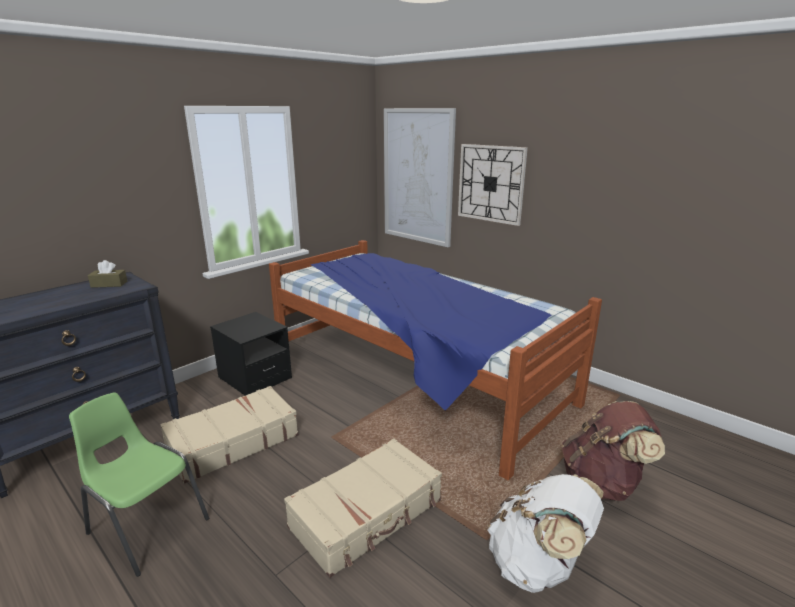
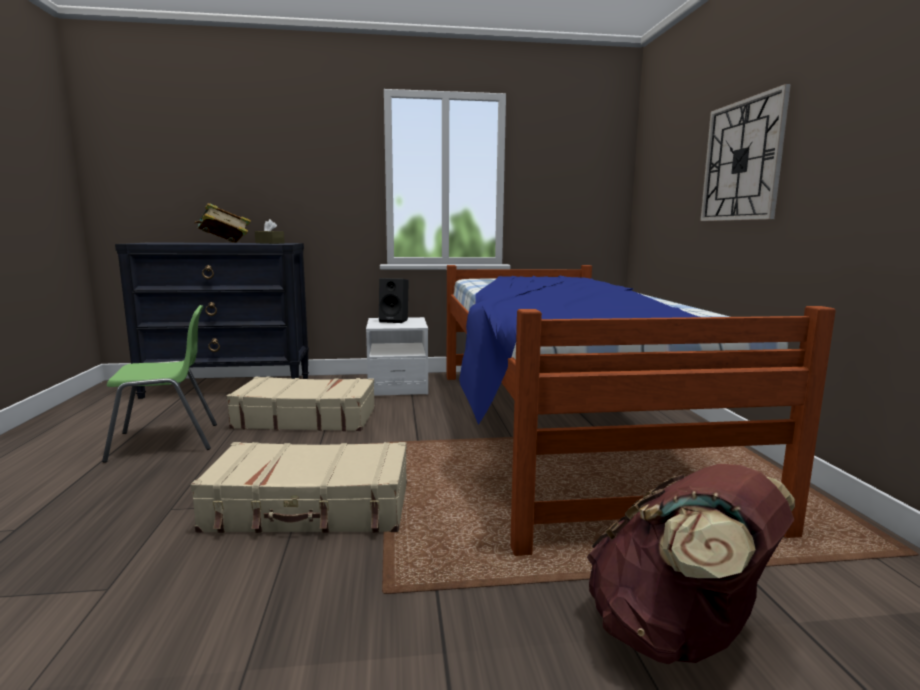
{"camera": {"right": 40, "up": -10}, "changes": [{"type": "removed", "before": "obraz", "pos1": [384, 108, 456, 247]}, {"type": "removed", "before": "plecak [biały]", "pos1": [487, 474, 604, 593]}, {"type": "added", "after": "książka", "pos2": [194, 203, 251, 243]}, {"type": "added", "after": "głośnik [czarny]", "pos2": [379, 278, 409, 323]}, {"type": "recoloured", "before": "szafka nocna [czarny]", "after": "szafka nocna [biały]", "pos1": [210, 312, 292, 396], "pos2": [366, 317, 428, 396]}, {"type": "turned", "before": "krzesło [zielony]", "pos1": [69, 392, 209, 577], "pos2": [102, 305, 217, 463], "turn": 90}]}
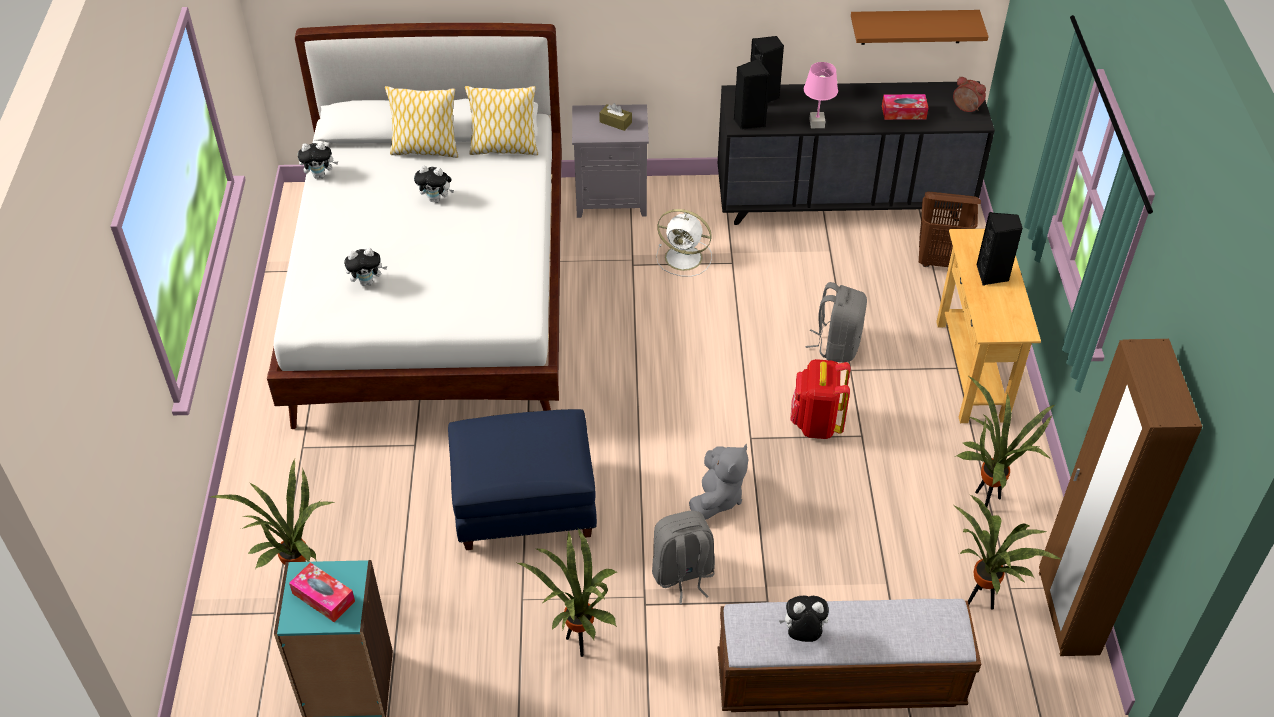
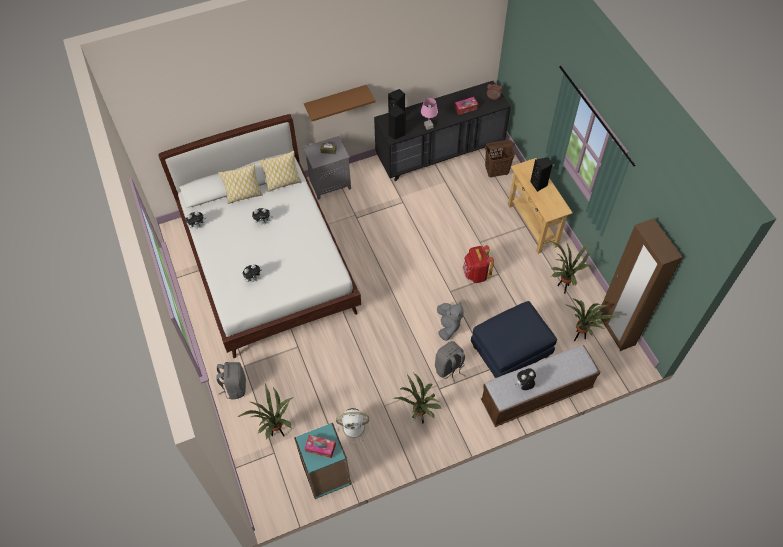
{"camera": {"right": -20, "up": 10}, "changes": [{"type": "moved", "before": "pufa [niebieski]", "pos1": [448, 409, 597, 550], "pos2": [471, 301, 557, 378]}, {"type": "moved", "before": "wentylator [biały]", "pos1": [656, 209, 712, 277], "pos2": [336, 408, 370, 442]}, {"type": "moved", "before": "plecak [szary]", "pos1": [805, 282, 867, 363], "pos2": [217, 362, 246, 400]}, {"type": "moved", "before": "półka [brązowy]", "pos1": [851, 10, 989, 45], "pos2": [304, 85, 376, 121]}]}
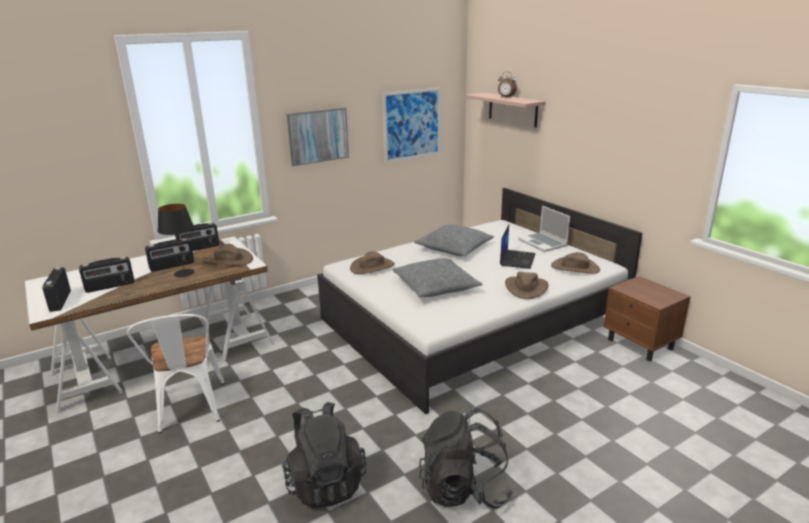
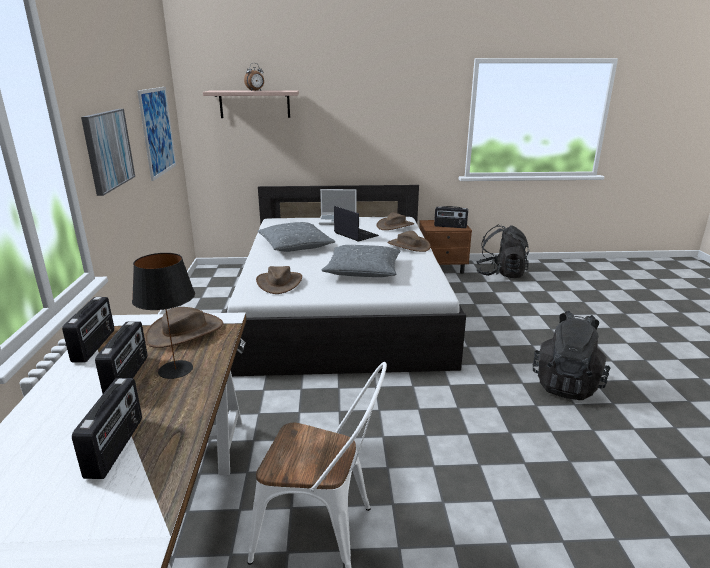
{"camera": {"right": -60, "up": 0}, "changes": [{"type": "moved", "before": "radio", "pos1": [42, 267, 71, 312], "pos2": [434, 206, 468, 228]}, {"type": "moved", "before": "plecak [czarny]", "pos1": [282, 402, 366, 509], "pos2": [476, 225, 530, 278]}]}
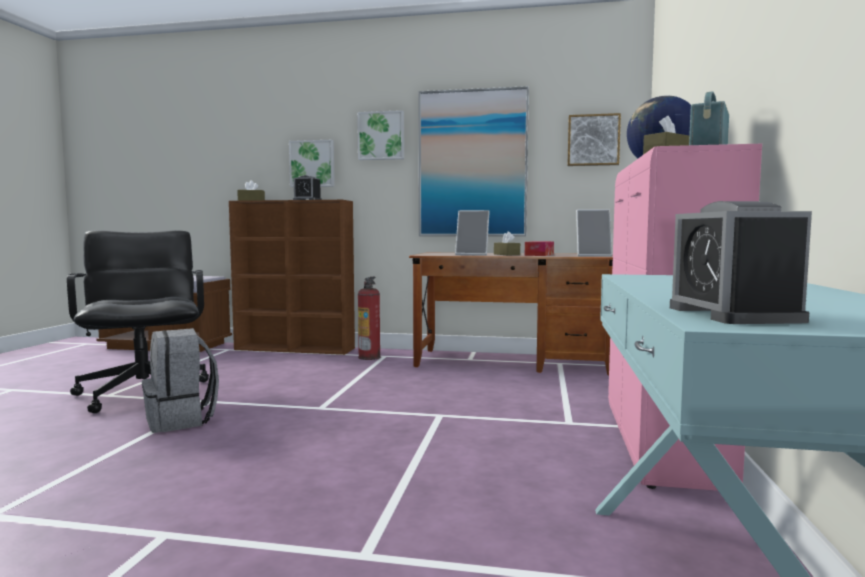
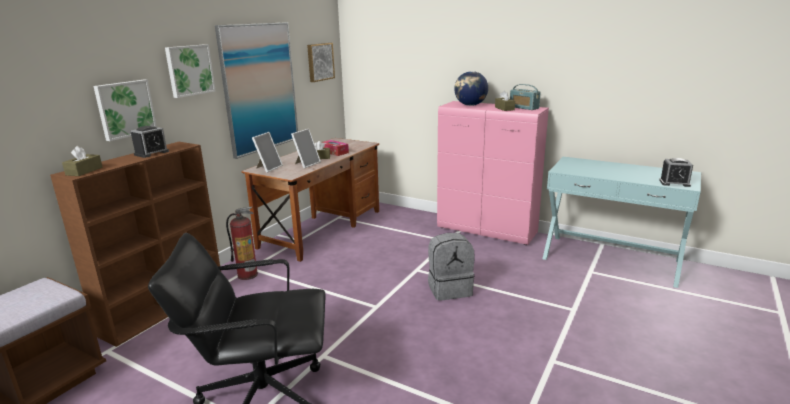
{"camera": {"right": -70, "up": 15}, "changes": [{"type": "moved", "before": "plecak [szary]", "pos1": [142, 328, 219, 433], "pos2": [428, 233, 475, 301]}, {"type": "moved", "before": "ramka na zdjęcie", "pos1": [576, 209, 612, 256], "pos2": [252, 132, 283, 173]}]}
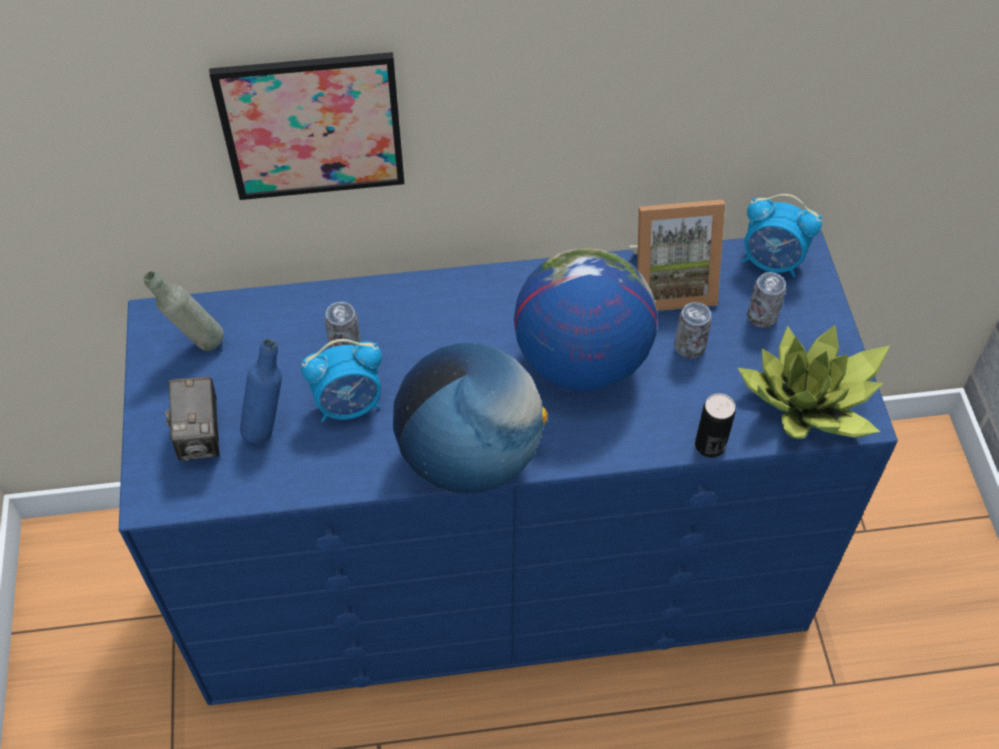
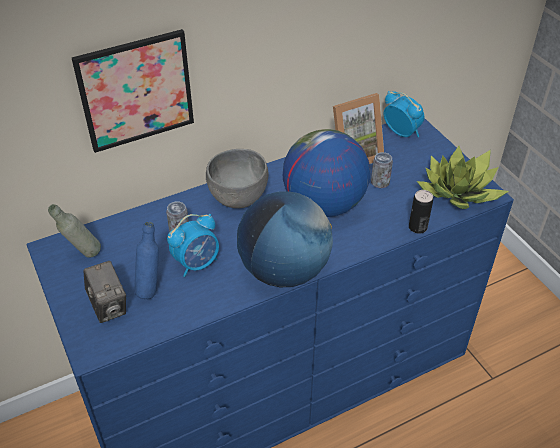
{"camera": {"right": -20, "up": -10}, "changes": [{"type": "removed", "before": "puszka", "pos1": [747, 272, 786, 328]}, {"type": "added", "after": "miska [szary]", "pos2": [206, 149, 268, 208]}, {"type": "turned", "before": "budzik", "pos1": [741, 194, 822, 277], "pos2": [383, 91, 424, 137], "turn": -135}]}
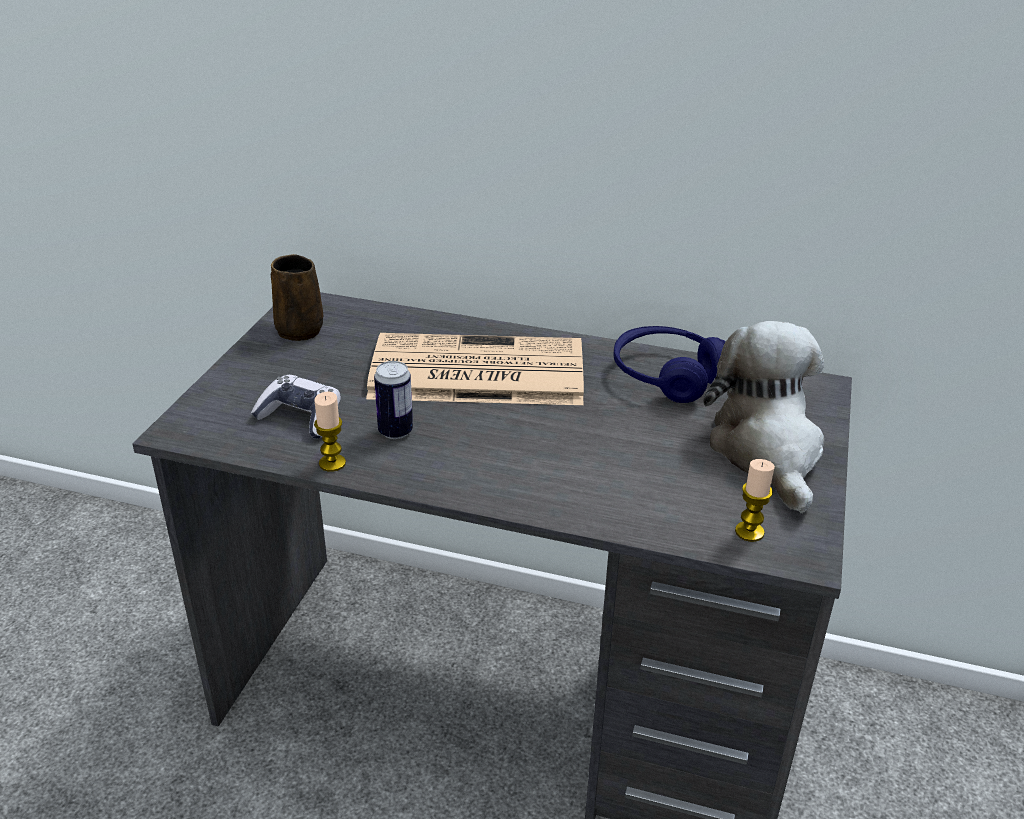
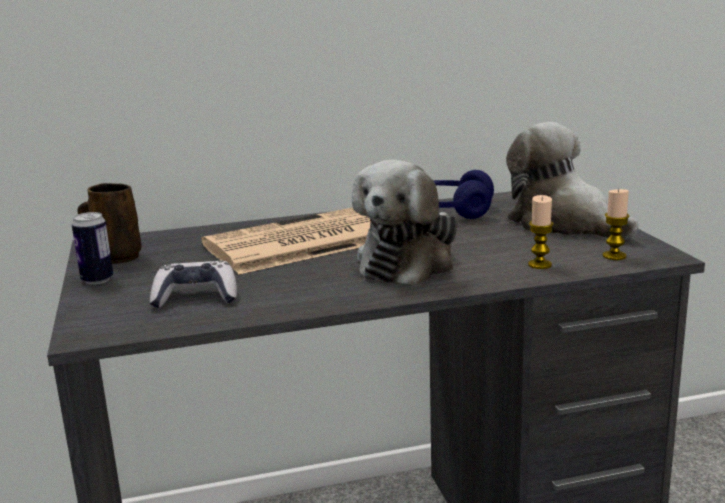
{"camera": {"right": -30, "up": -15}, "changes": [{"type": "added", "after": "pluszak", "pos2": [352, 160, 458, 286]}, {"type": "moved", "before": "świeca", "pos1": [314, 392, 346, 472], "pos2": [528, 195, 554, 269]}, {"type": "moved", "before": "puszka", "pos1": [374, 361, 413, 439], "pos2": [72, 212, 113, 285]}]}
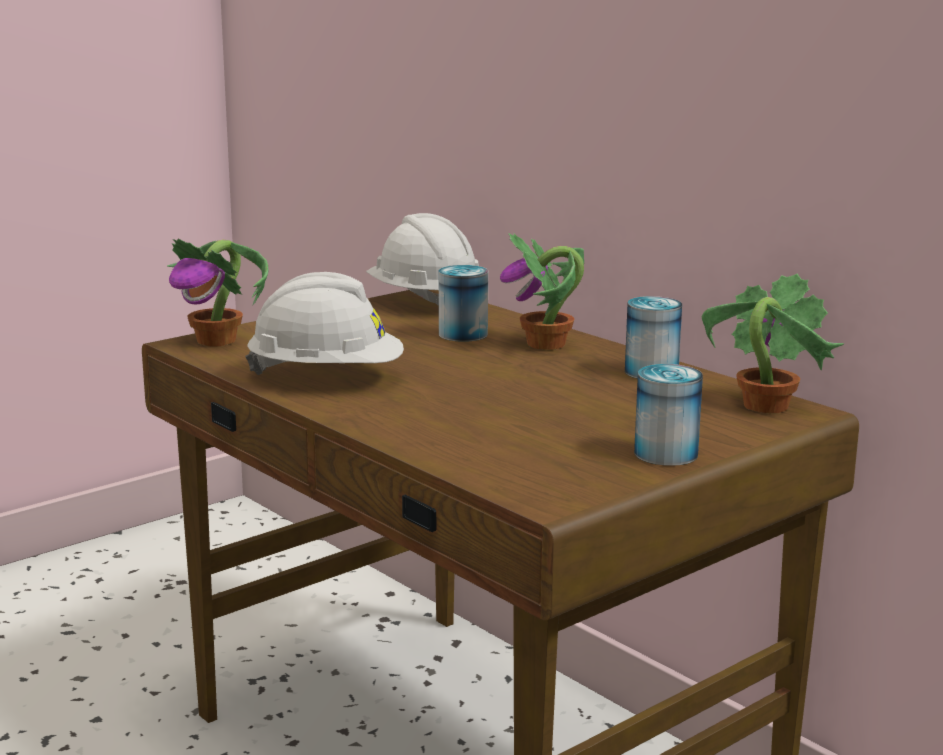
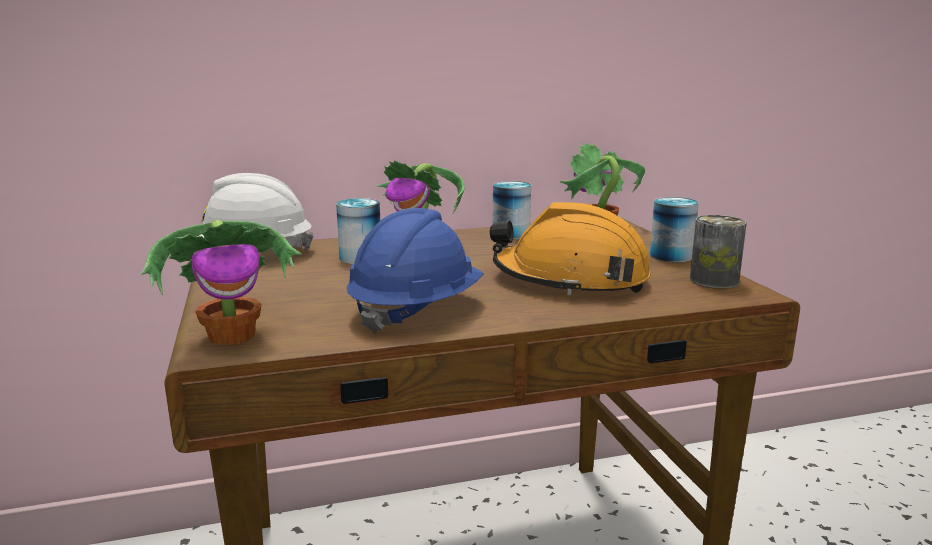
{"camera": {"right": -65, "up": 0}, "changes": [{"type": "added", "after": "kask [pomarańczowy]", "pos2": [490, 202, 651, 295]}, {"type": "added", "after": "puszka", "pos2": [690, 215, 747, 289]}, {"type": "recoloured", "before": "kask [biały]", "after": "kask [niebieski]", "pos1": [245, 272, 404, 375], "pos2": [347, 208, 484, 334]}]}
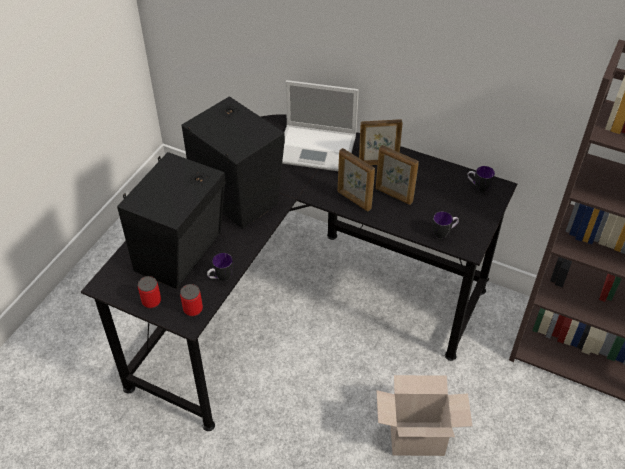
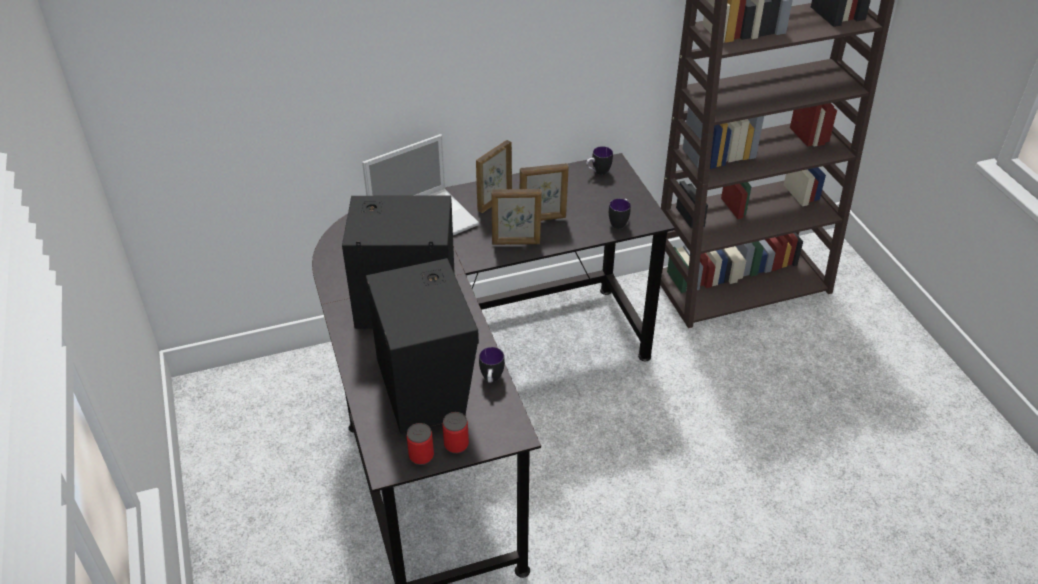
{"camera": {"right": -45, "up": -5}, "changes": [{"type": "removed", "before": "karton", "pos1": [376, 375, 472, 456]}, {"type": "moved", "before": "puszka", "pos1": [180, 284, 203, 317], "pos2": [407, 423, 434, 465]}]}
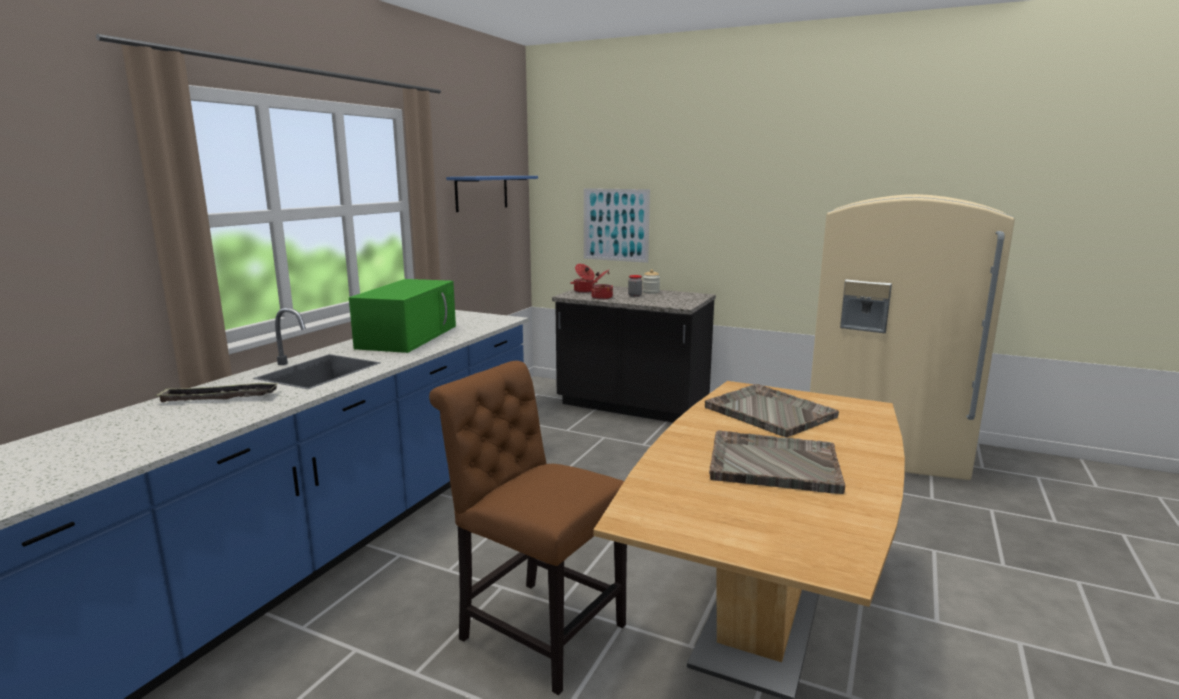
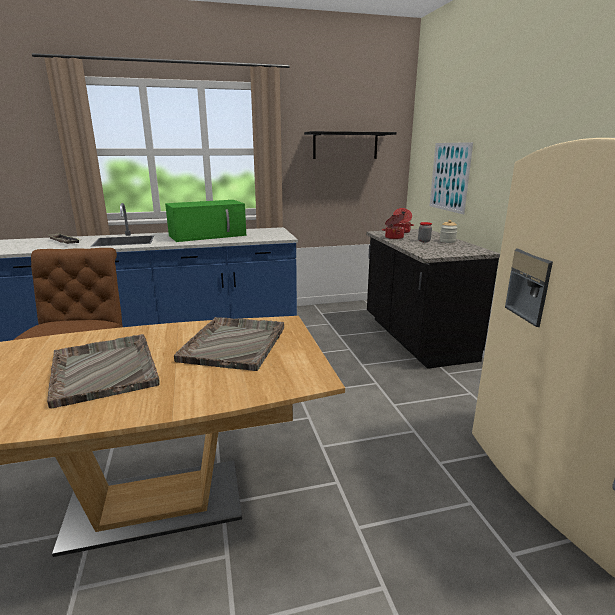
{"camera": {"right": 50, "up": 5}, "changes": [{"type": "recoloured", "before": "półka [niebieski]", "after": "półka [czarny]", "pos1": [446, 176, 538, 212], "pos2": [304, 131, 397, 159]}]}
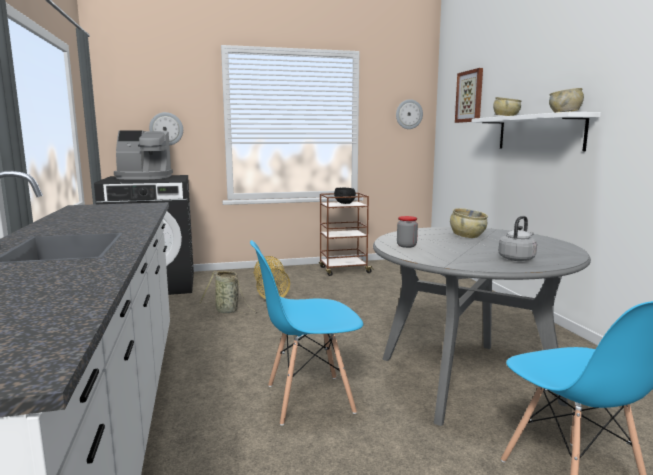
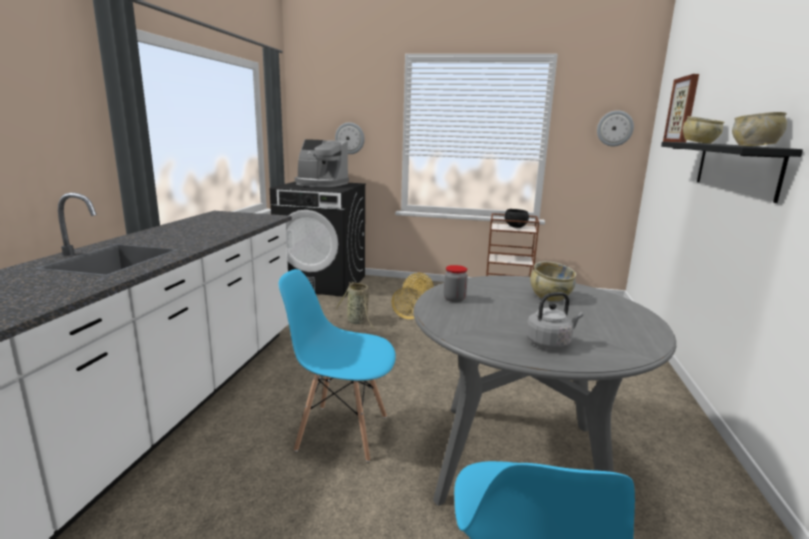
{"camera": {"right": 25, "up": 5}, "changes": [{"type": "recoloured", "before": "półka [biały]", "after": "półka [czarny]", "pos1": [472, 112, 601, 151], "pos2": [661, 142, 803, 203]}]}
